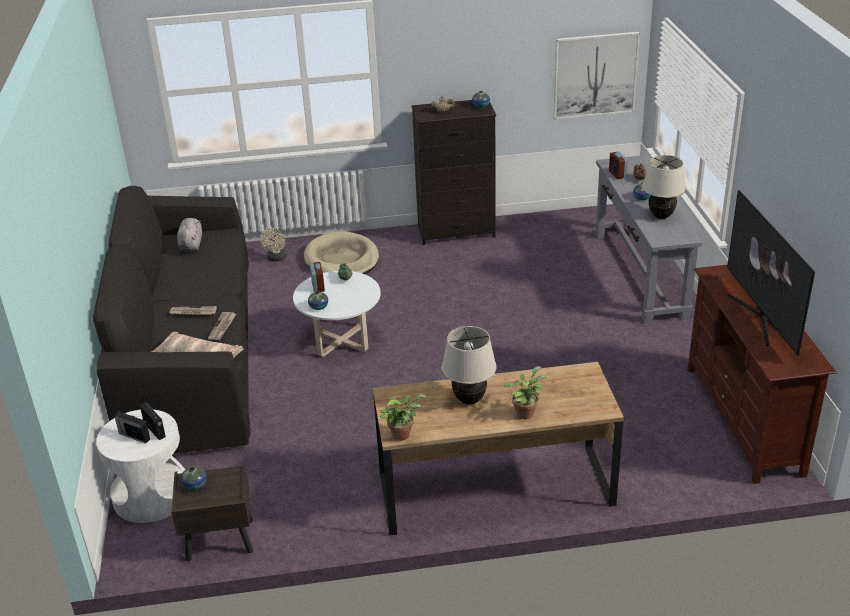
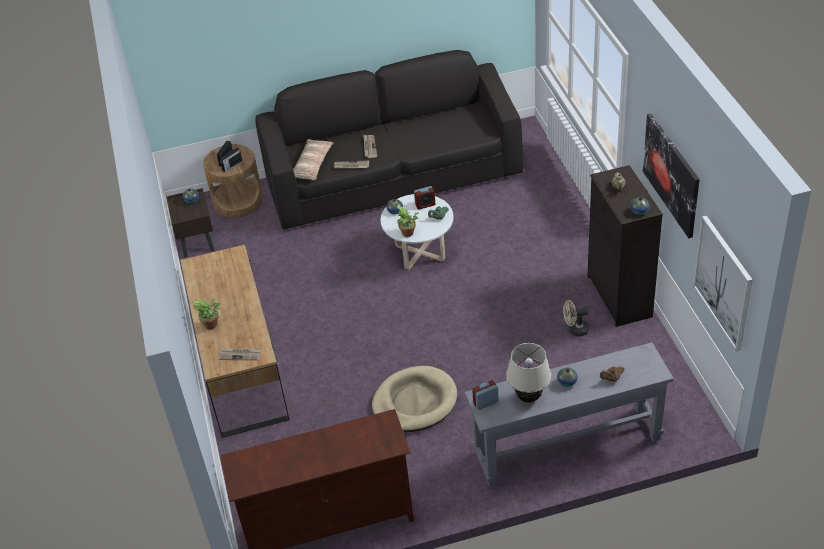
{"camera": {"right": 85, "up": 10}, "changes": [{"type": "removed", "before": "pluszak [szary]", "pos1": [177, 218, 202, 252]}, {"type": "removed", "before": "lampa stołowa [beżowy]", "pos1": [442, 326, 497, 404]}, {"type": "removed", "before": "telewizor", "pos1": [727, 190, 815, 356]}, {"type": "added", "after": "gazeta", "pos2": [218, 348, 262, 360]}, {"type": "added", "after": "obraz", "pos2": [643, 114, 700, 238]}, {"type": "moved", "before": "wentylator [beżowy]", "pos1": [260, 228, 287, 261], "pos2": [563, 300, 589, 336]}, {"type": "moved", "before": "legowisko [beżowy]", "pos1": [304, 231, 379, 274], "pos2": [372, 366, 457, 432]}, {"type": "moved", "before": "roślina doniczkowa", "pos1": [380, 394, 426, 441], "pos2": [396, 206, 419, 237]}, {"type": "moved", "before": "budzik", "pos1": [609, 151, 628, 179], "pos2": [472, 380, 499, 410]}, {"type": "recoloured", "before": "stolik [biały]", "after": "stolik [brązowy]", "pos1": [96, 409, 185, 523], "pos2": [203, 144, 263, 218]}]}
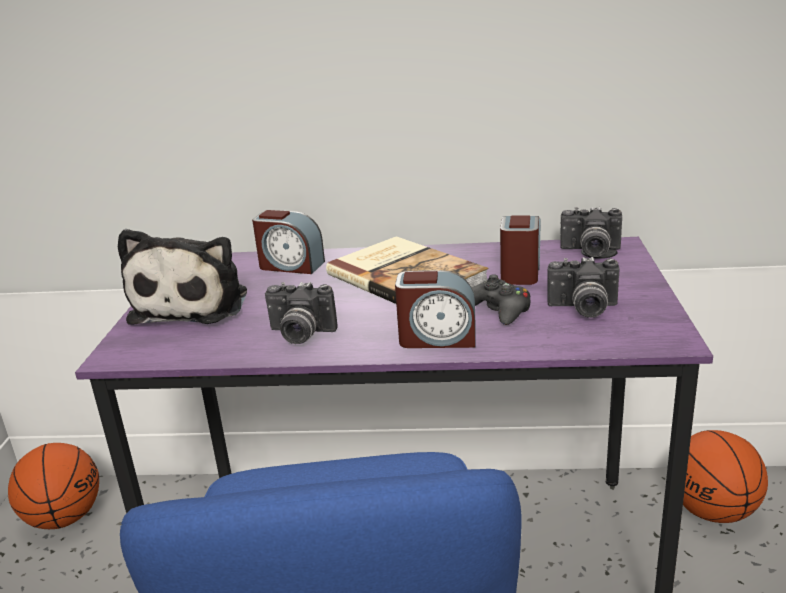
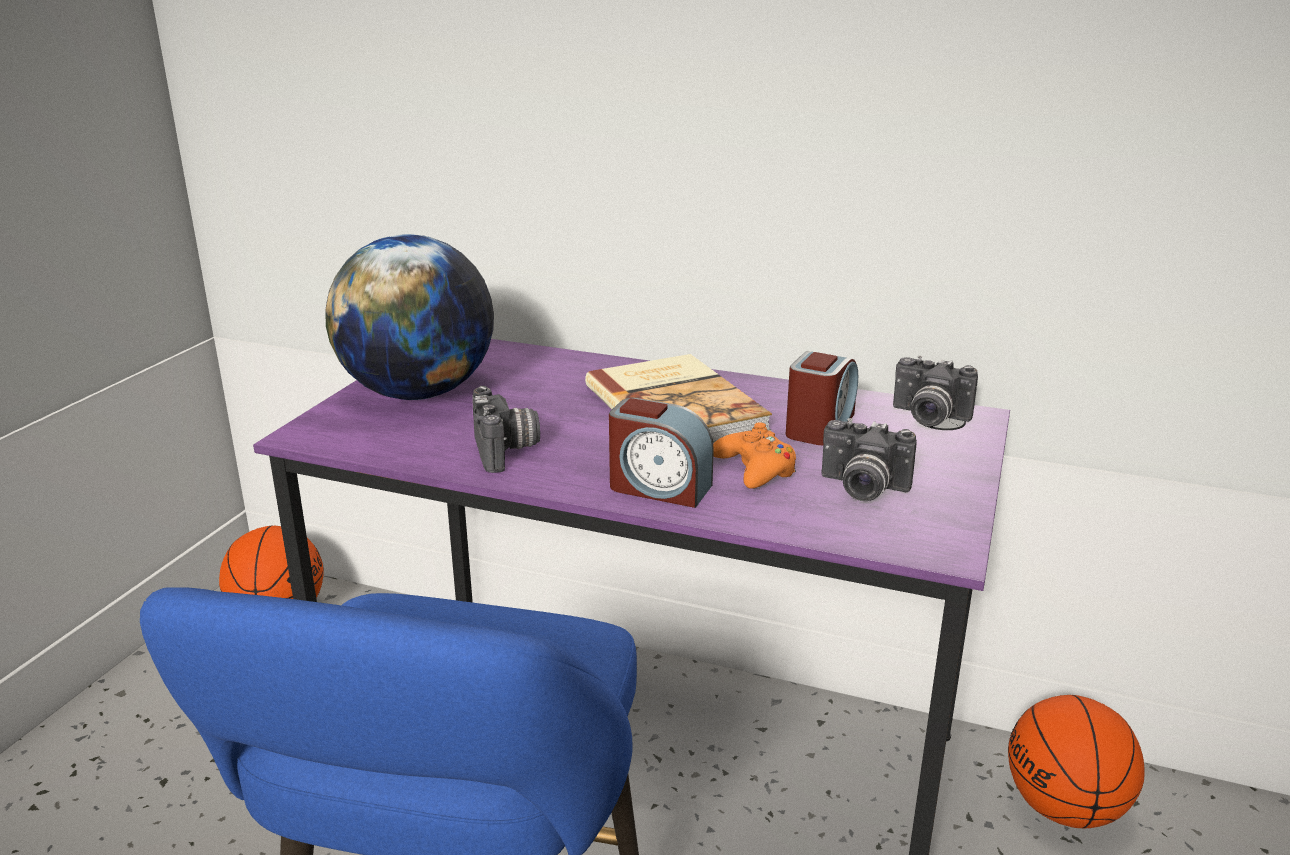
{"camera": {"right": 15, "up": 0}, "changes": [{"type": "removed", "before": "budzik", "pos1": [252, 210, 325, 274]}, {"type": "replaced", "before": "pluszak", "after": "globus", "pos1": [118, 229, 247, 325], "pos2": [325, 234, 494, 400]}, {"type": "recoloured", "before": "pad do gier [czarny]", "after": "pad do gier [pomarańczowy]", "pos1": [472, 274, 530, 325], "pos2": [713, 422, 796, 489]}, {"type": "turned", "before": "aparat fotograficzny", "pos1": [265, 282, 338, 344], "pos2": [472, 386, 540, 473], "turn": -135}]}
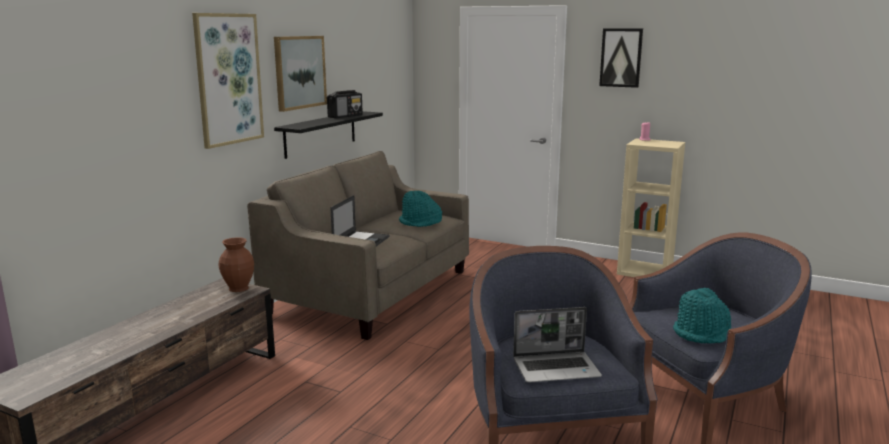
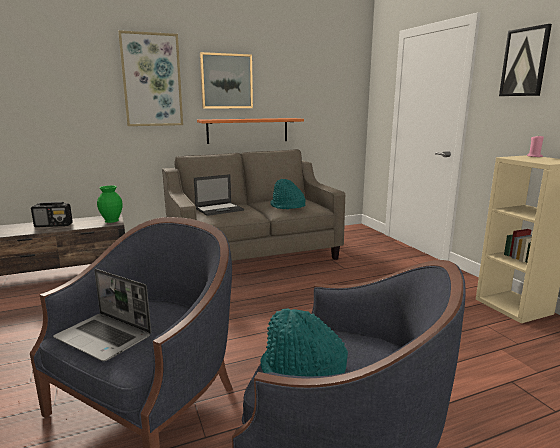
{"camera": {"right": 40, "up": 0}, "changes": [{"type": "moved", "before": "radio", "pos1": [327, 90, 363, 118], "pos2": [31, 202, 73, 227]}, {"type": "recoloured", "before": "wazon [brązowy]", "after": "wazon [zielony]", "pos1": [219, 237, 254, 292], "pos2": [97, 185, 123, 223]}, {"type": "recoloured", "before": "półka [czarny]", "after": "półka [pomarańczowy]", "pos1": [274, 111, 383, 159], "pos2": [197, 118, 304, 144]}]}
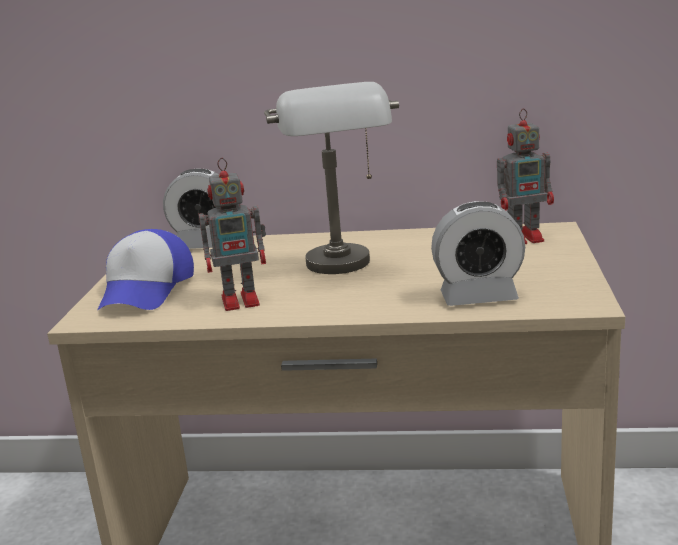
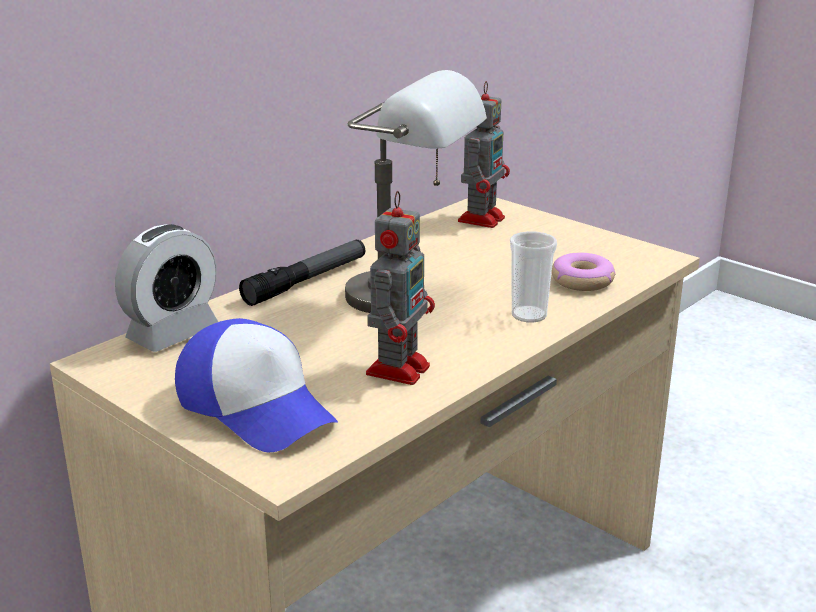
{"camera": {"right": -55, "up": 5}, "changes": [{"type": "added", "after": "latarka", "pos2": [239, 240, 365, 306]}, {"type": "added", "after": "filiżanka", "pos2": [510, 231, 557, 323]}, {"type": "replaced", "before": "budzik", "after": "donut", "pos1": [431, 201, 525, 306], "pos2": [552, 253, 615, 291]}]}
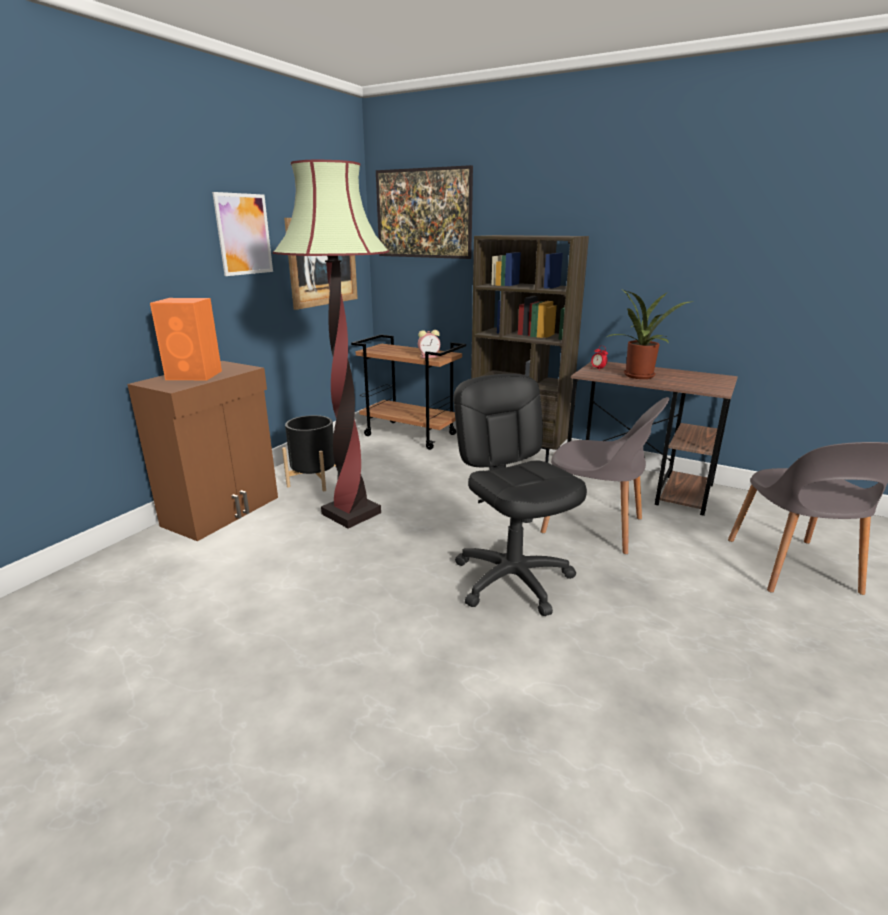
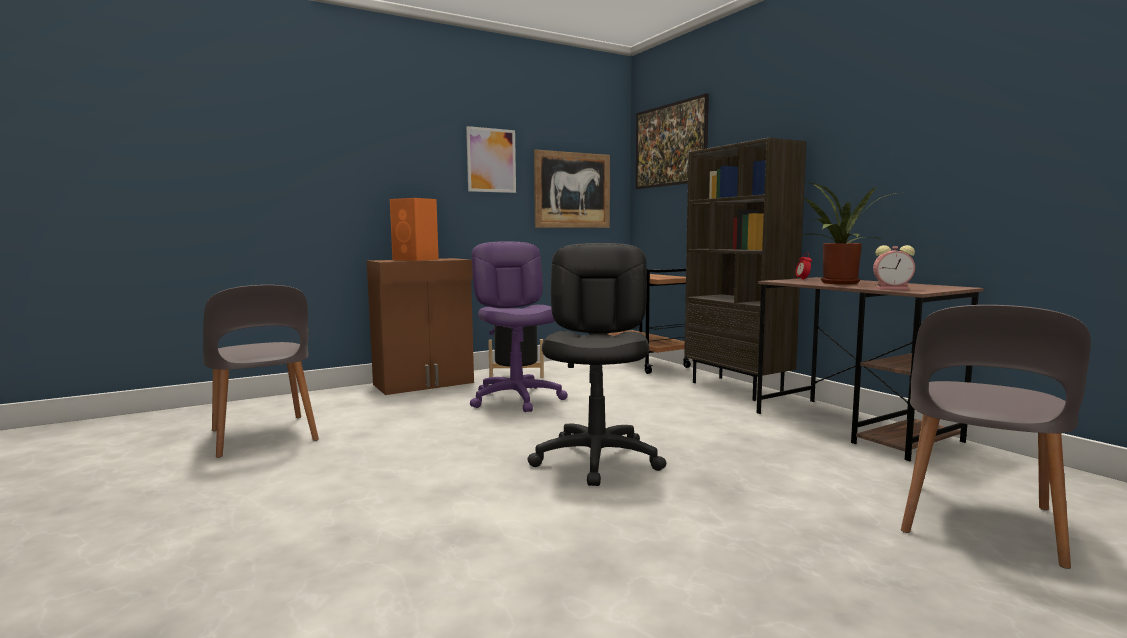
{"camera": {"right": 30, "up": -15}, "changes": [{"type": "moved", "before": "budzik", "pos1": [418, 330, 440, 358], "pos2": [873, 245, 915, 290]}, {"type": "moved", "before": "krzesło [szary]", "pos1": [541, 397, 669, 554], "pos2": [203, 285, 319, 458]}, {"type": "replaced", "before": "lampa stojąca", "after": "krzesło biurowe [fioletowy]", "pos1": [273, 160, 389, 529], "pos2": [470, 241, 568, 412]}]}
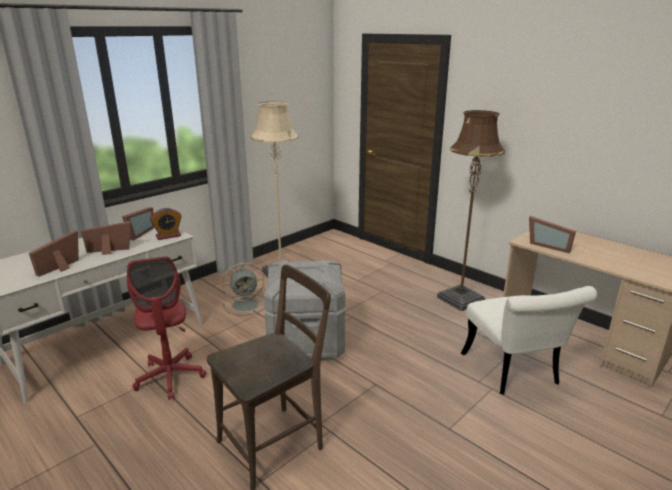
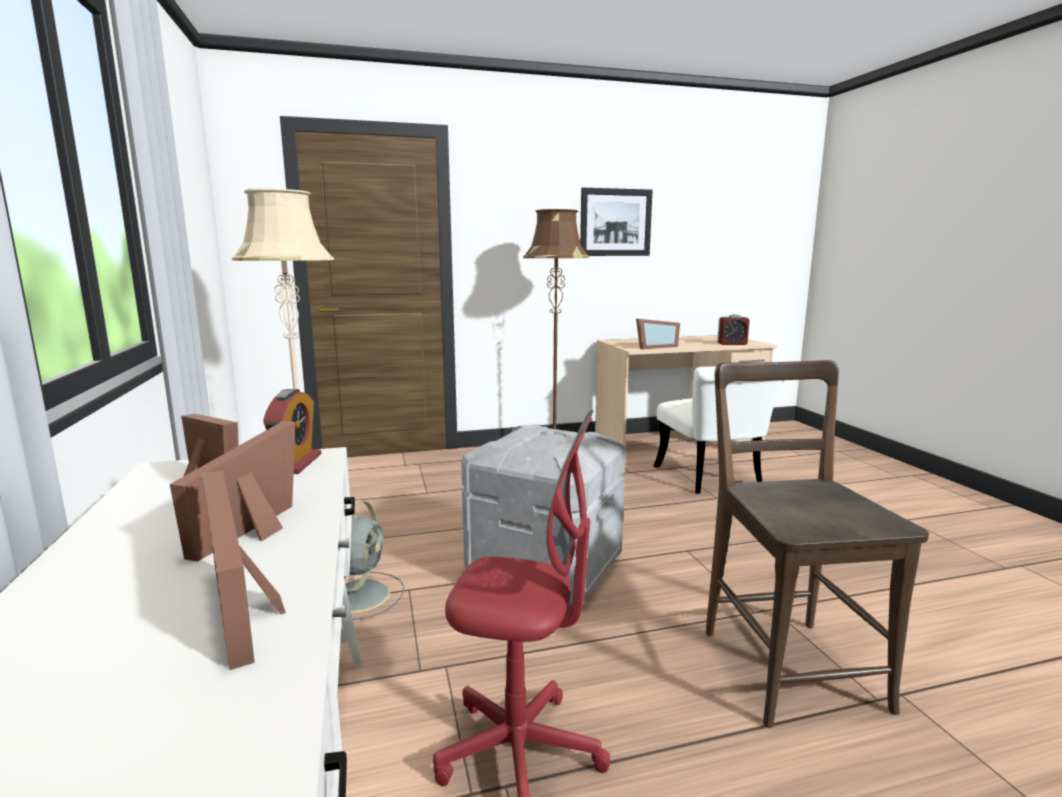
{"camera": {"right": -60, "up": -10}, "changes": [{"type": "added", "after": "obraz", "pos2": [580, 188, 653, 256]}, {"type": "added", "after": "budzik", "pos2": [717, 314, 750, 345]}, {"type": "turned", "before": "krzesło [biały]", "pos1": [461, 286, 597, 395], "pos2": [653, 367, 784, 493], "turn": 60}]}
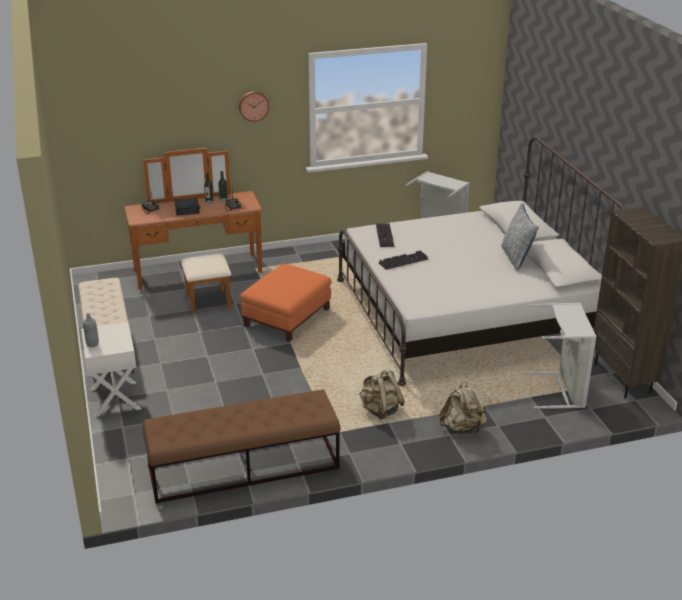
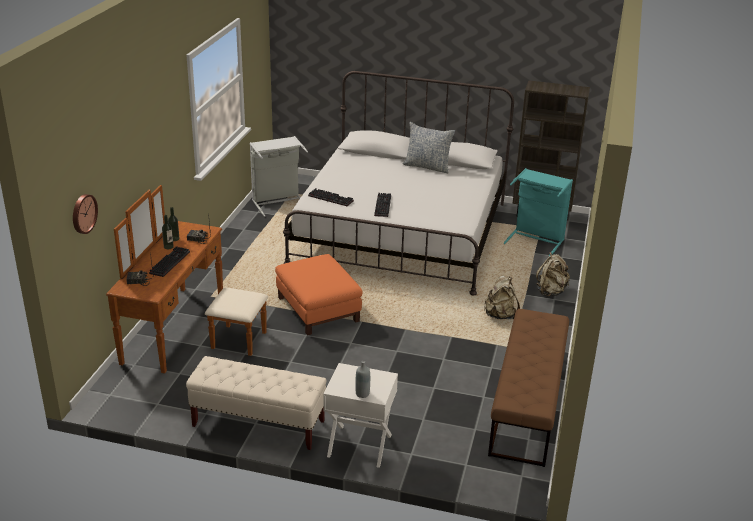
{"camera": {"right": -60, "up": 0}, "changes": [{"type": "moved", "before": "zegar ścienny", "pos1": [239, 91, 269, 122], "pos2": [73, 194, 98, 234]}, {"type": "replaced", "before": "budzik", "after": "klawiatura", "pos1": [175, 198, 200, 216], "pos2": [149, 246, 190, 277]}, {"type": "recoloured", "before": "kosz na pranie [szary]", "after": "kosz na pranie [turkusowy]", "pos1": [522, 303, 597, 409], "pos2": [504, 168, 573, 256]}]}
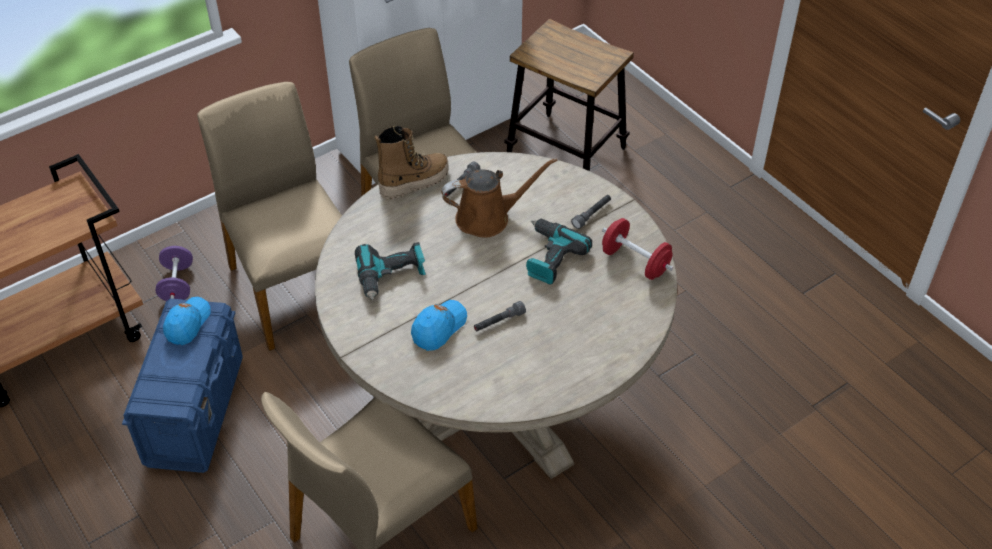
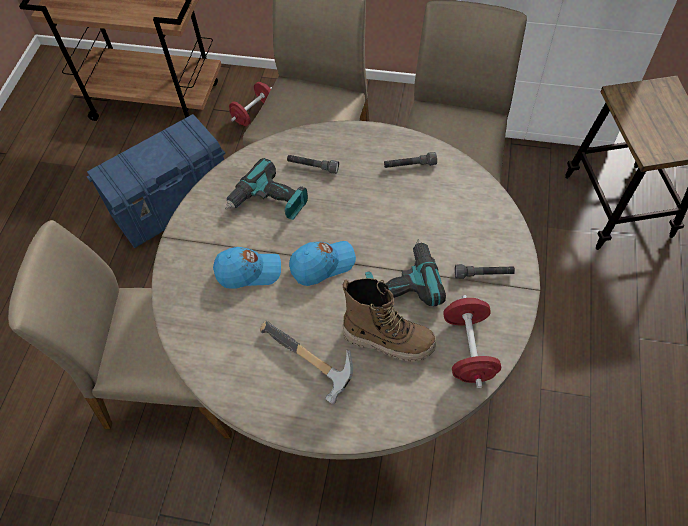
{"camera": {"right": 50, "up": 10}, "changes": [{"type": "removed", "before": "konewka [brązowy]", "pos1": [441, 158, 558, 238]}, {"type": "added", "after": "młotek", "pos2": [260, 321, 353, 404]}, {"type": "moved", "before": "czapka z daszkiem [niebieski]", "pos1": [163, 297, 211, 345], "pos2": [289, 241, 356, 286]}, {"type": "moved", "before": "but z cholewką", "pos1": [374, 126, 449, 200], "pos2": [343, 278, 436, 361]}, {"type": "moved", "before": "latarka [szary]", "pos1": [474, 301, 526, 331], "pos2": [287, 155, 339, 174]}, {"type": "recoloured", "before": "hantel [fioletowy]", "after": "hantel [czerwony]", "pos1": [155, 246, 193, 301], "pos2": [229, 82, 272, 126]}]}
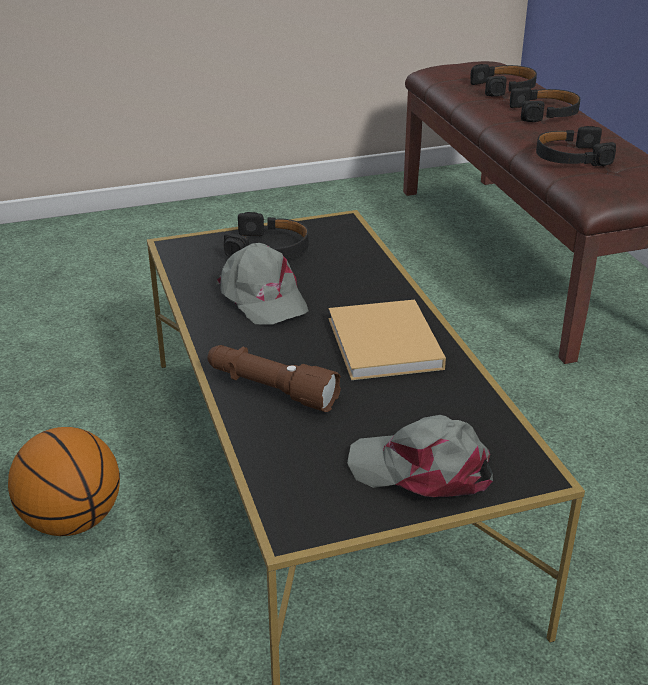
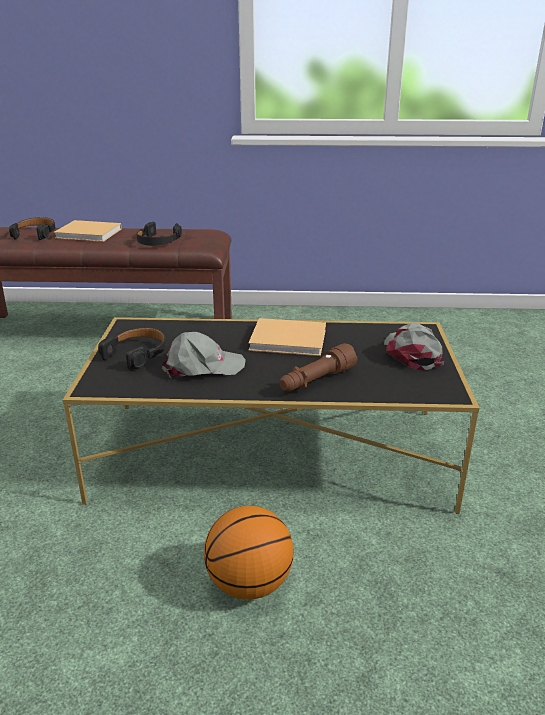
{"camera": {"right": -70, "up": -5}, "changes": [{"type": "replaced", "before": "słuchawki [czarny]", "after": "książka [beżowy]", "pos1": [510, 87, 580, 122], "pos2": [54, 220, 122, 242]}, {"type": "turned", "before": "czapka z daszkiem [szary]", "pos1": [347, 415, 493, 497], "pos2": [384, 323, 445, 370], "turn": 135}]}
